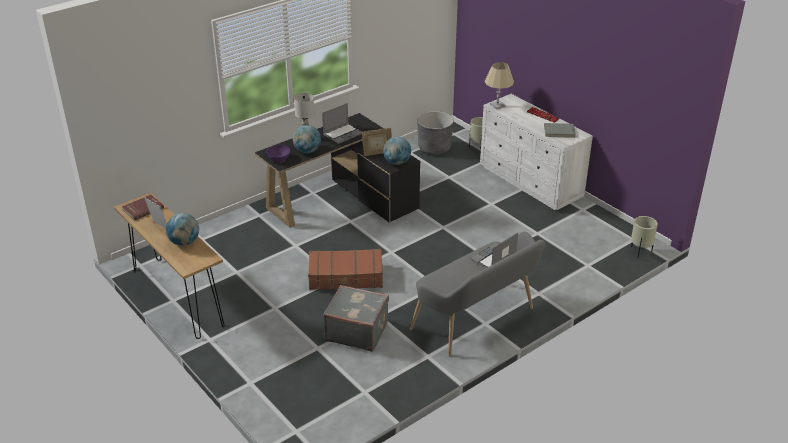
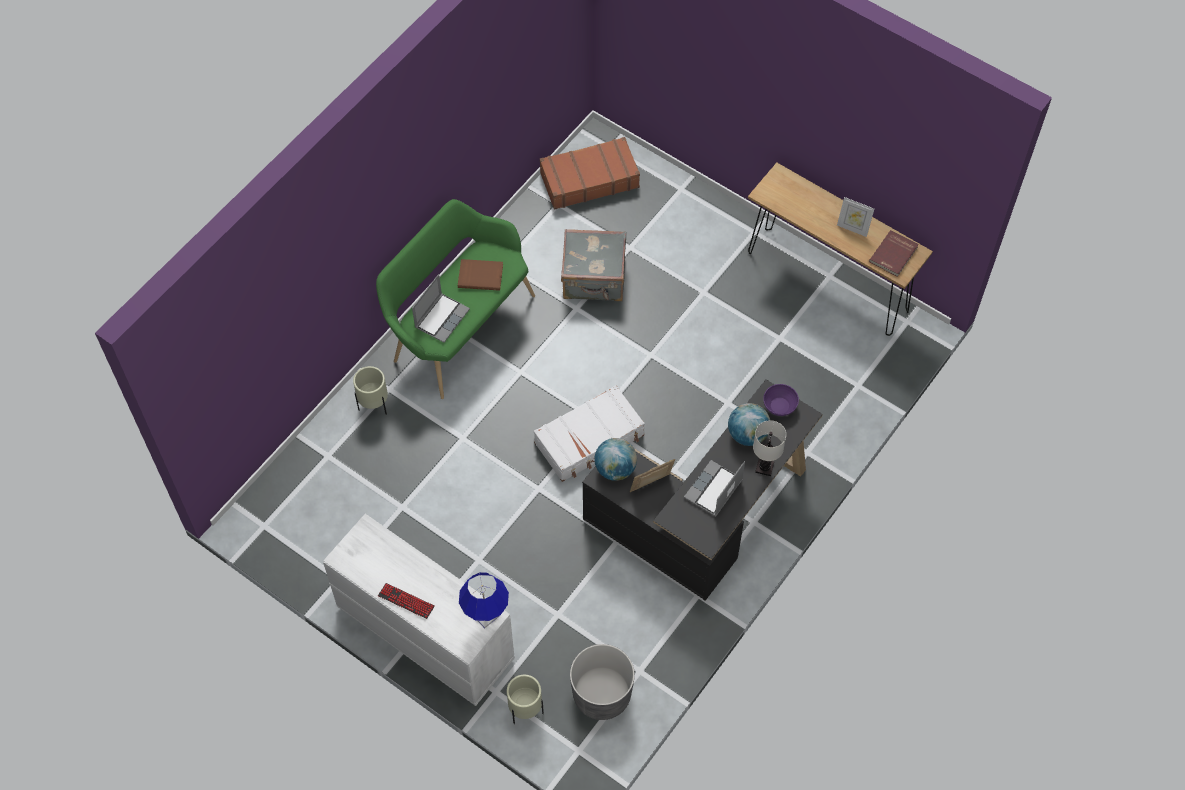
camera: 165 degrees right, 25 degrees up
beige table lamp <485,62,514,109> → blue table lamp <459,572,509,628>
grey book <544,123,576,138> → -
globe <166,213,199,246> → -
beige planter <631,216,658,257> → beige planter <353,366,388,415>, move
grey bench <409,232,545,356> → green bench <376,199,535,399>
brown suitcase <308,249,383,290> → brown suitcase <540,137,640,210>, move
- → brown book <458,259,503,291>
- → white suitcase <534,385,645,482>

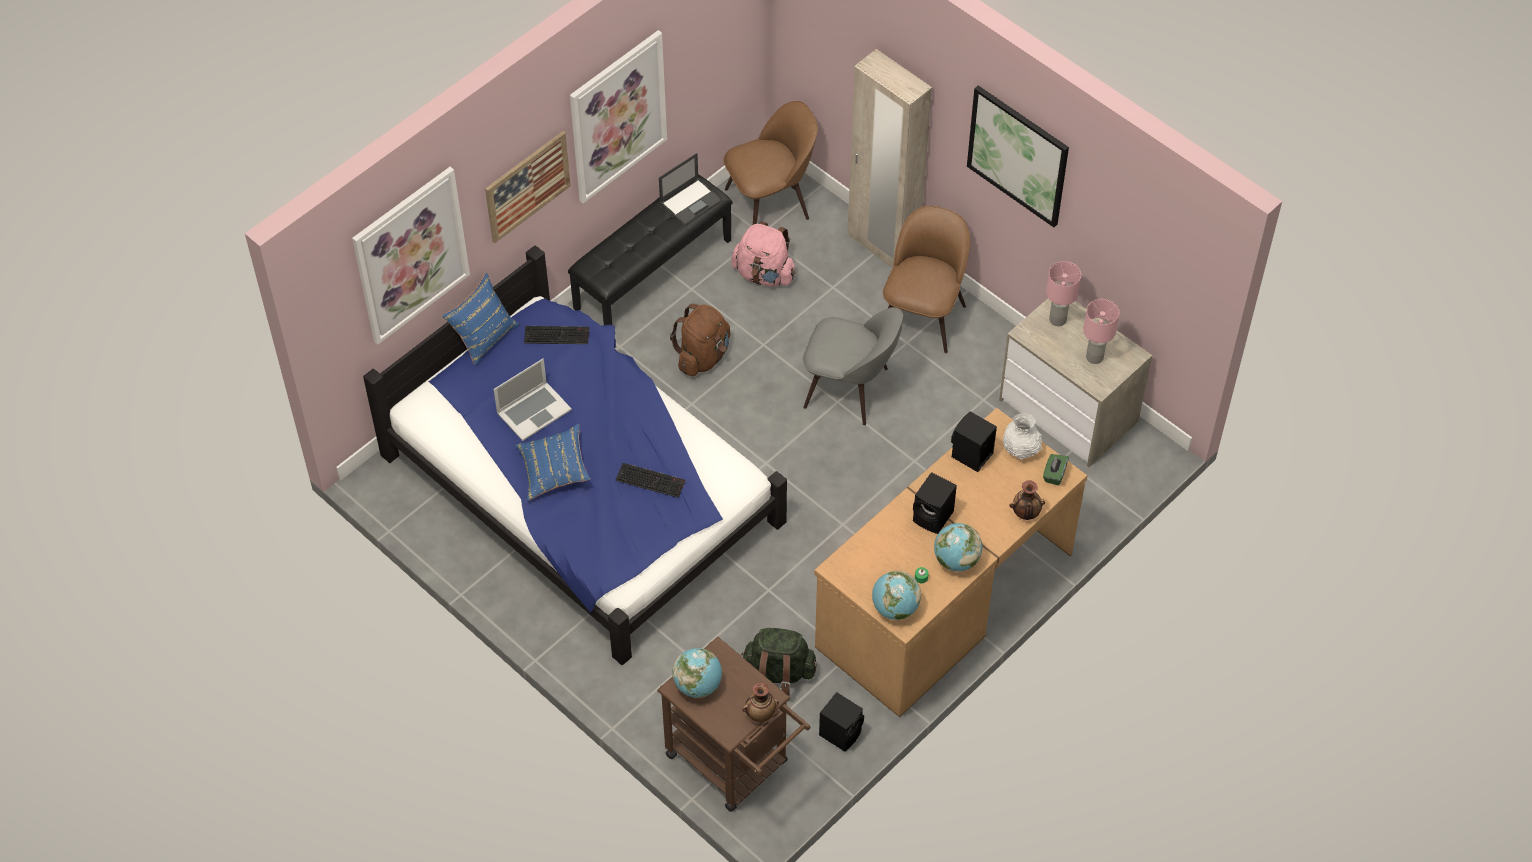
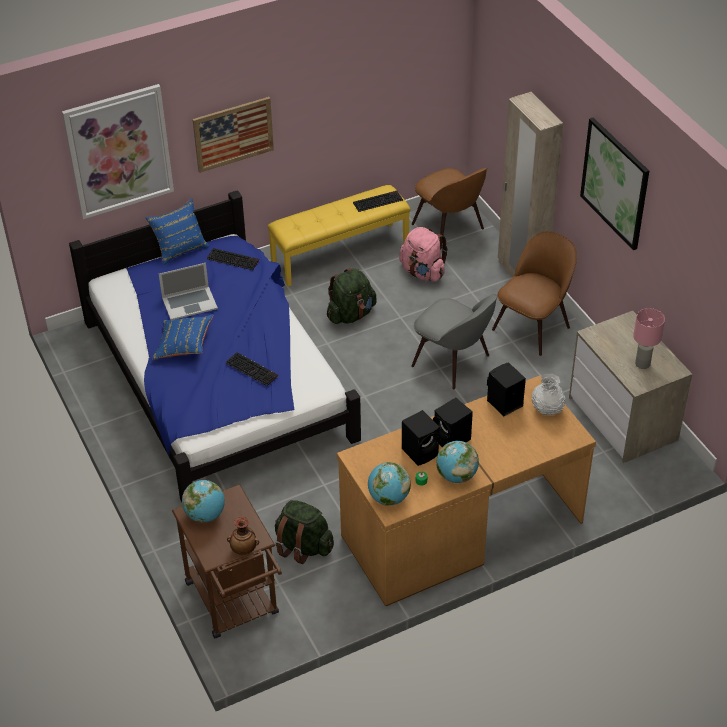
camera: 20 degrees right, 10 degrees down
picture <570,30,667,203> → -
brown chair <723,101,818,225> → brown chair <411,168,487,250>, 60 degrees clockwise
laptop <659,153,722,226> → keyboard <353,191,403,212>
black bench <568,175,733,325> → yellow bench <267,185,411,286>
pink table lamp <1046,261,1081,326> → -
brown backpack <670,304,730,376> → green backpack <327,268,377,324>
green tissue box <1043,454,1069,485> → -
vase <1009,480,1045,520> → -
black speaker <819,692,864,752> → black speaker <402,410,440,466>, move

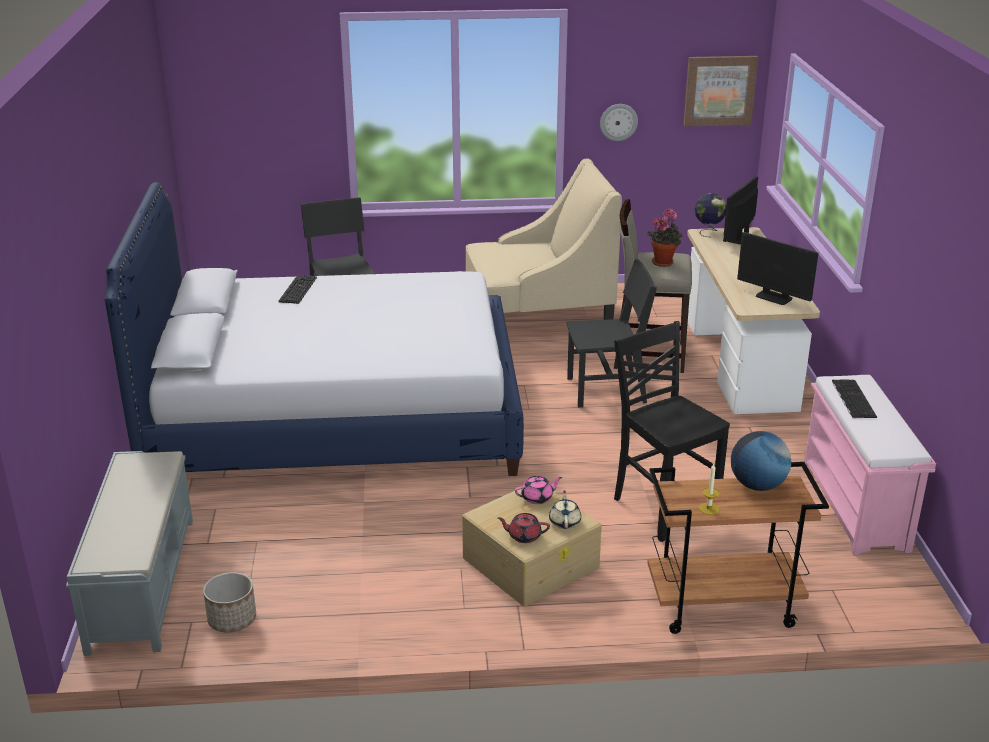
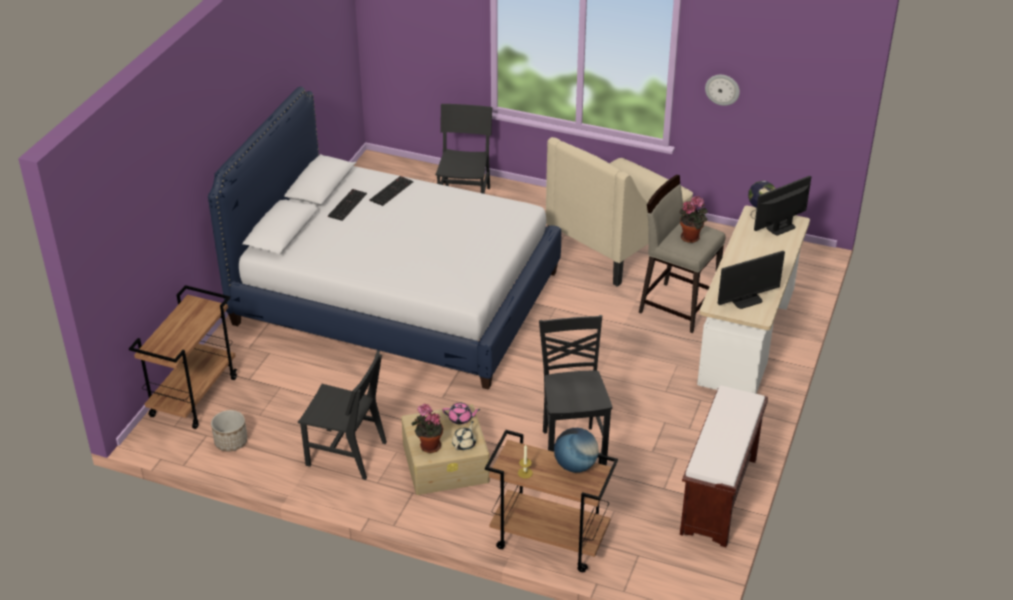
camera: 25 degrees right, 10 degrees up
picture <684,56,758,127> → -
beige armchair <466,158,622,320> → beige armchair <546,137,693,287>, 120 degrees clockwise
monitor <737,232,818,305> → monitor <718,251,785,309>, 90 degrees counterclockwise
black chair <567,259,657,407> → black chair <298,350,387,480>, move
pink bench <804,375,936,556> → brown bench <680,386,768,547>
keyboard <832,380,877,418> → keyboard <328,189,367,221>, move
grey bench <66,451,193,656> → brown cart <129,285,237,429>
red teapot <497,513,550,543> → potted plant <411,404,443,453>

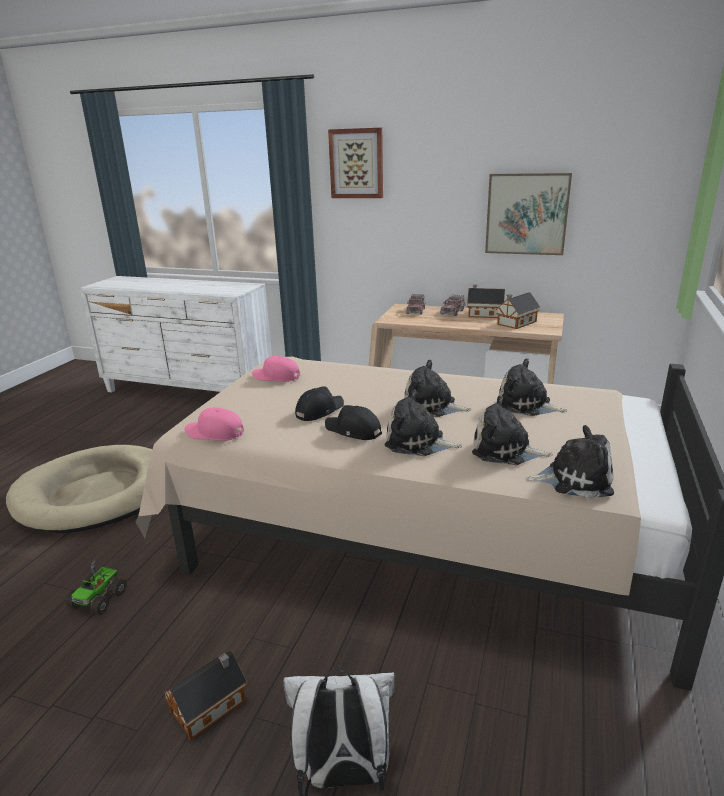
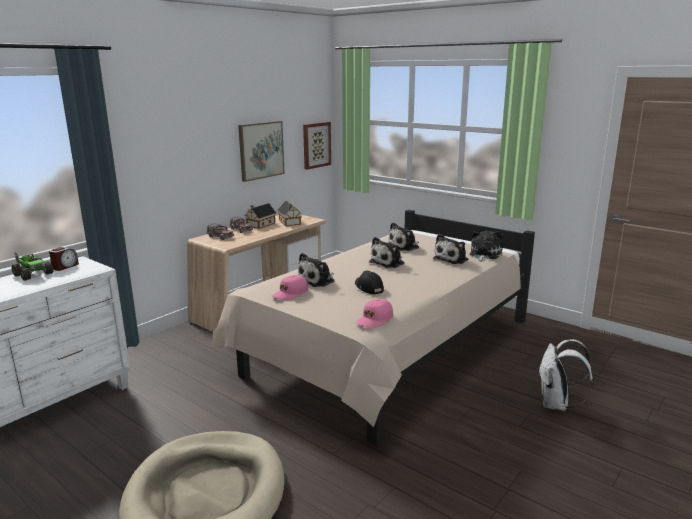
camera: 70 degrees left, 5 degrees down
picture <328,128,383,198> → picture <303,122,331,170>, move
plush toy <385,389,462,456> → plush toy <298,253,335,287>, move
black cap <325,405,382,440> → -
toy truck <65,560,127,615> → toy truck <11,252,53,281>, move
toy house <163,650,247,740> → -
- → alarm clock <49,247,79,271>

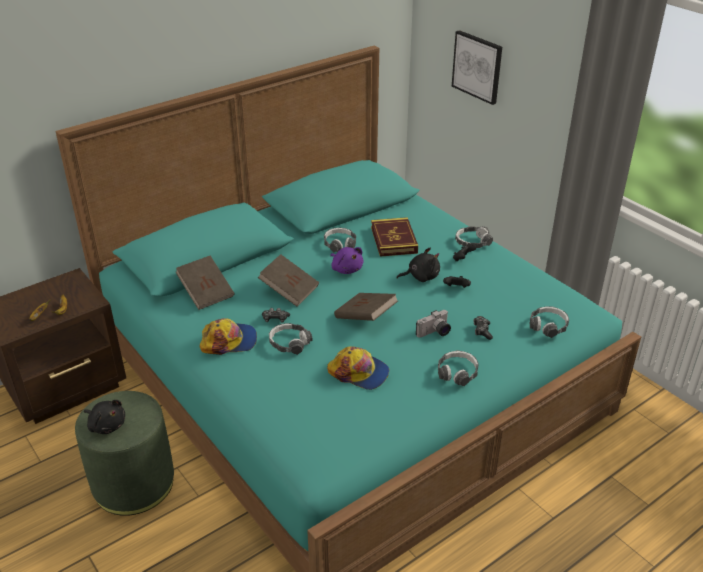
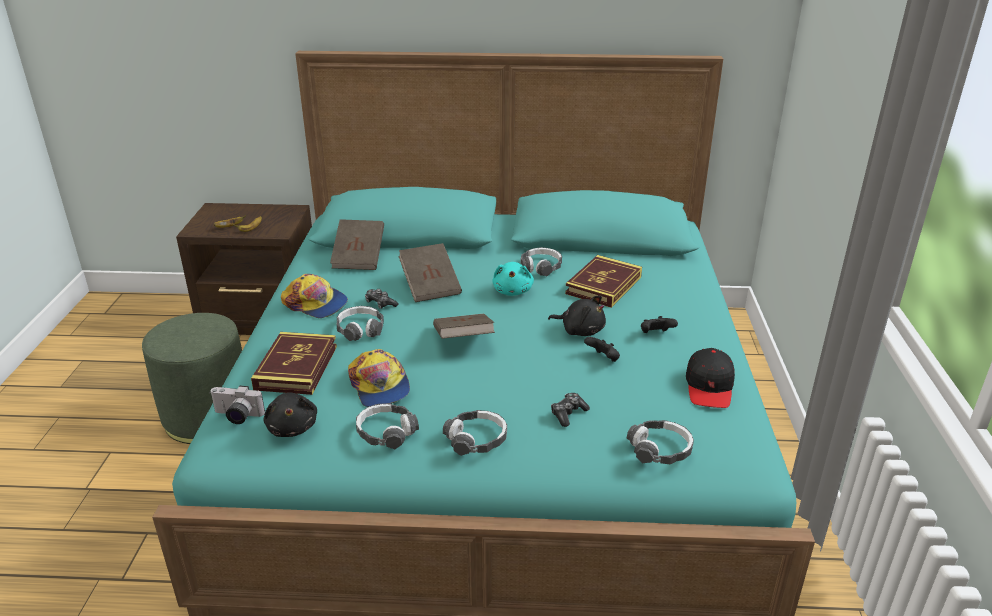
camera: 40 degrees right, 5 degrees down
picture <452,30,502,105> → -
headphones <455,226,493,248> → headphones <356,403,419,449>, move
purple plush toy <330,247,363,274> → turquoise plush toy <492,262,534,296>
photo camera <416,310,451,338> → photo camera <210,385,265,424>, move
black plush toy <84,400,125,434> → black plush toy <263,392,317,437>, move
- → book <251,332,337,395>
- → black cap <686,348,735,408>

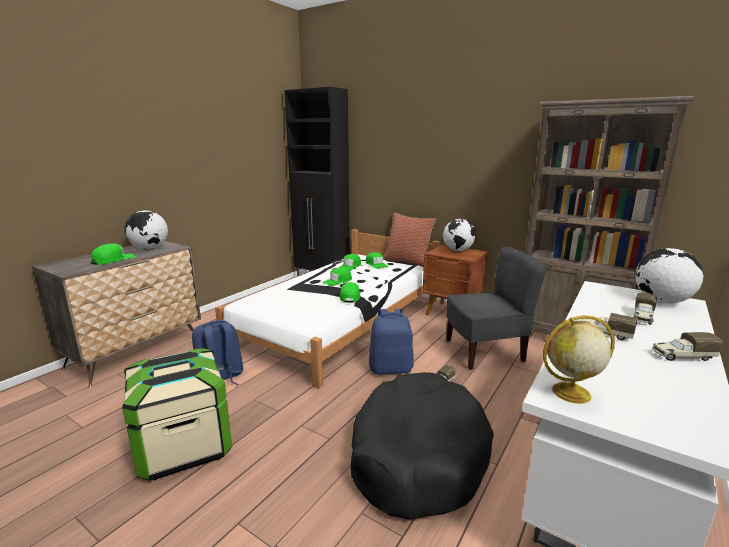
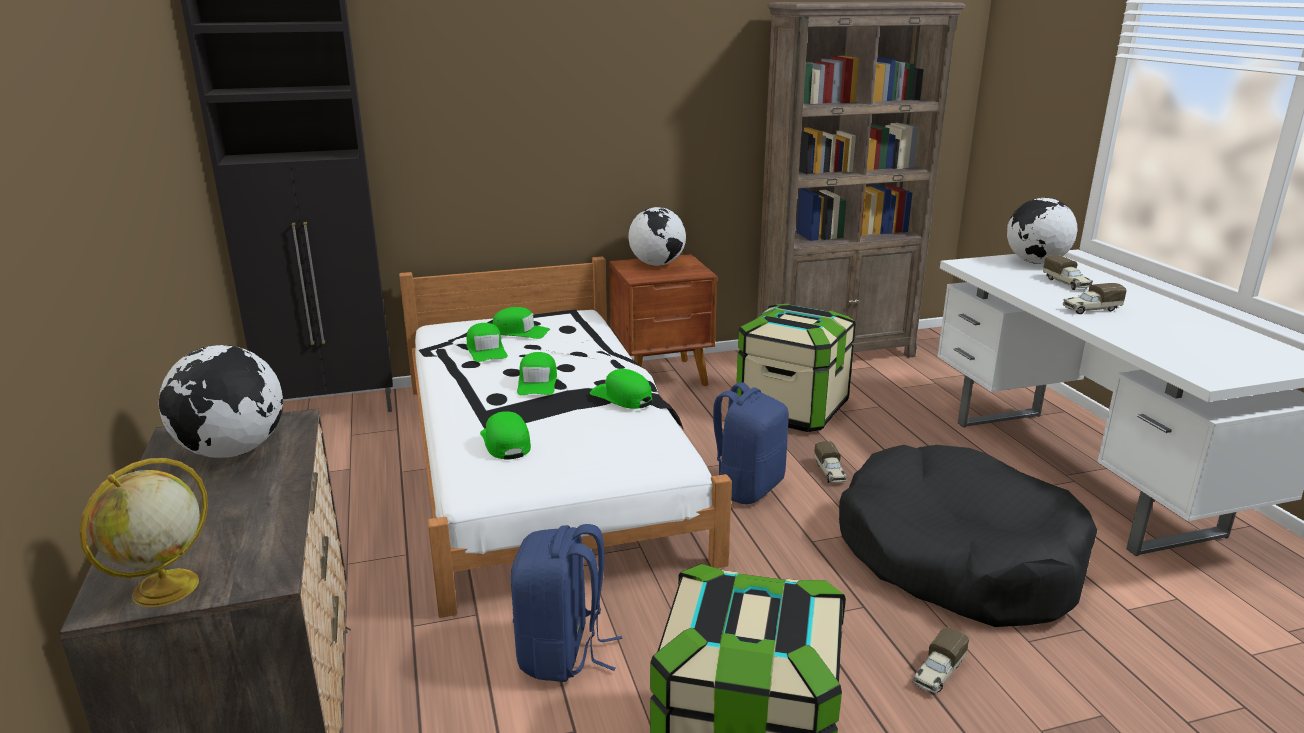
camera: 50 degrees left, 5 degrees up
pillow <383,213,436,267> → -
green cap <91,244,136,265> → green cap <480,411,531,460>, move
grey chair <446,246,547,370> → storage box <736,303,856,432>
globe <543,315,615,404> → globe <79,458,208,607>, move
toy truck <652,332,723,361> → toy truck <912,627,969,693>, move

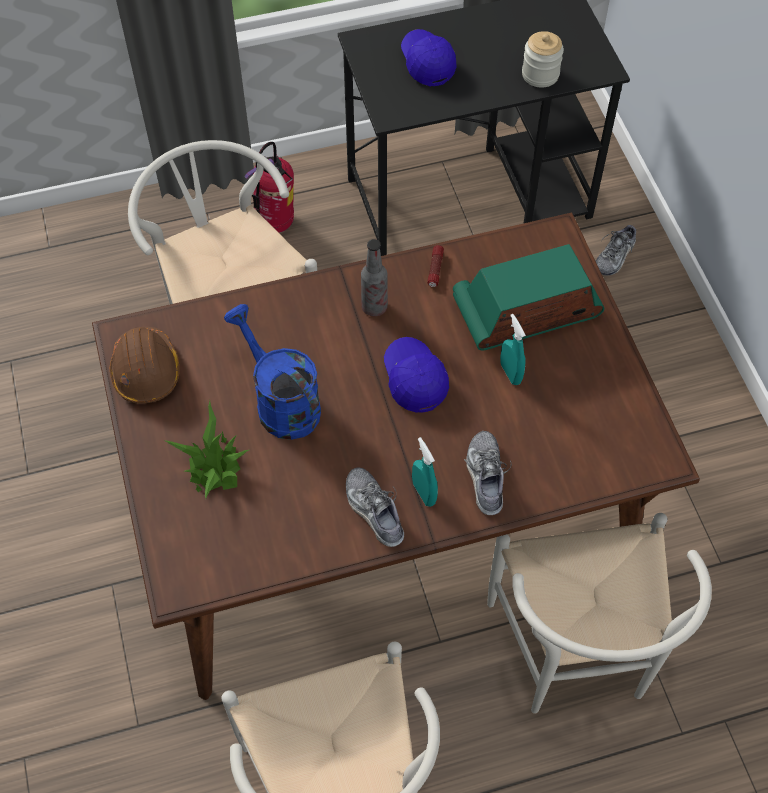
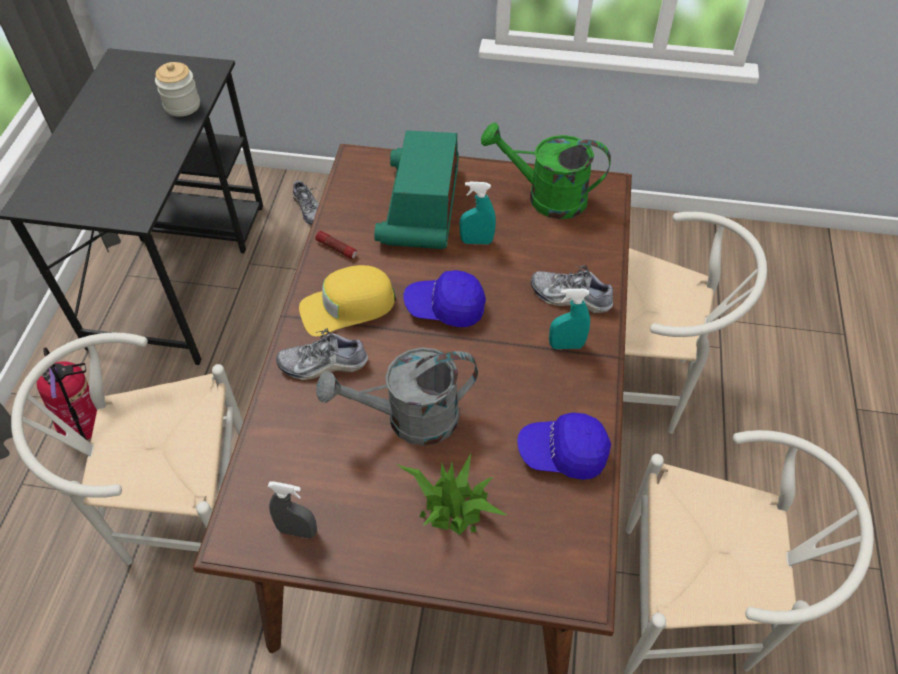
camera: 65 degrees left, 5 degrees down
blue cap <401,29,457,87> → blue cap <517,412,611,480>, move
bottle <361,239,388,316> → yellow cap <299,265,396,336>
blue watering can <224,304,321,440> → grey watering can <316,347,478,446>
brown hard hat <110,327,179,404> → grey spray bottle <267,481,317,539>
shoe <346,467,404,547> → shoe <276,328,368,380>, move
- → green watering can <481,123,611,219>

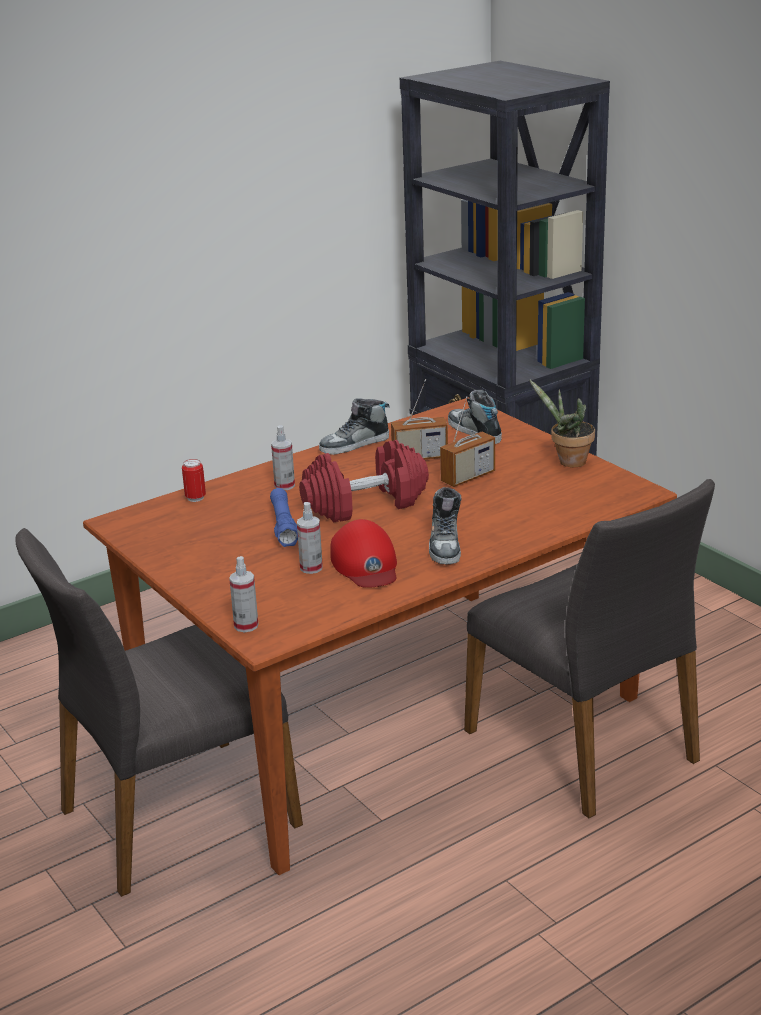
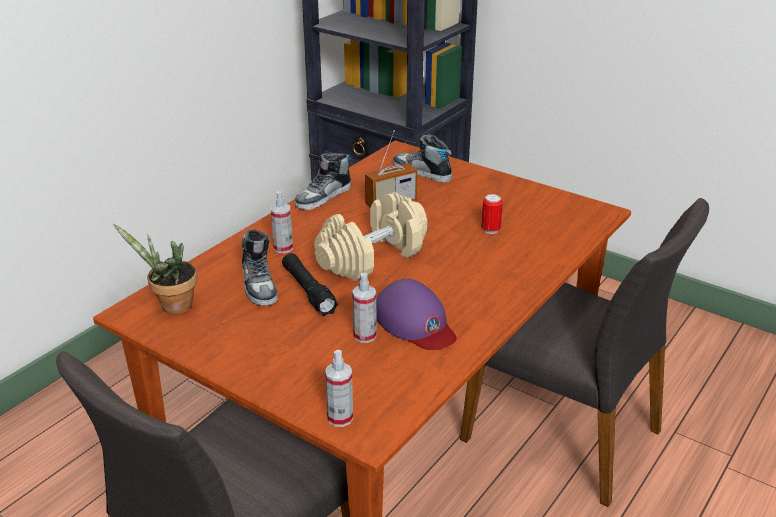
camera: 20 degrees left, 5 degrees up
potted plant <529,379,595,467> → potted plant <113,224,198,314>, move
radio <440,396,495,487> → -
red dumbbell <299,440,429,523> → beige dumbbell <314,192,427,281>
can <182,459,206,502> → can <481,194,503,234>, move
shoe <429,487,462,564> → shoe <242,229,278,306>, move
blue flashlight <270,488,298,547> → black flashlight <282,253,338,316>
red cap <330,519,397,588> → purple cap <376,279,456,350>

